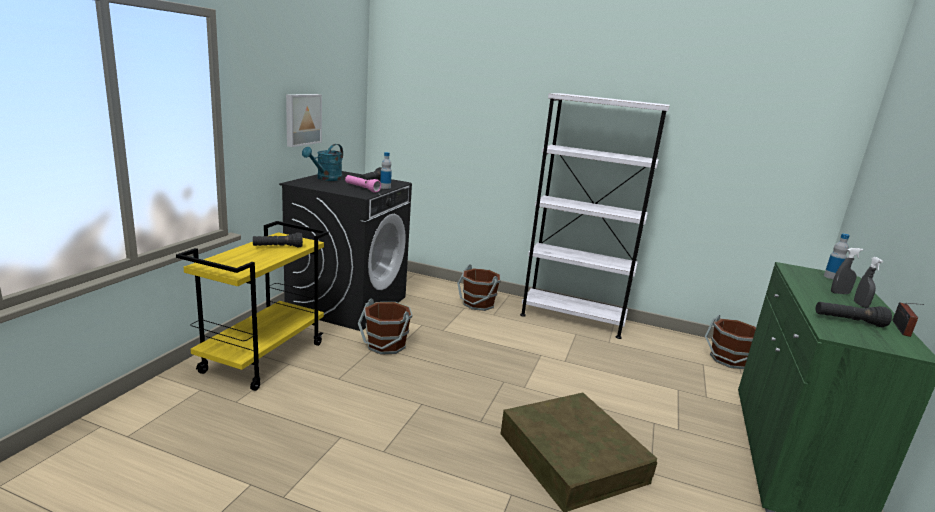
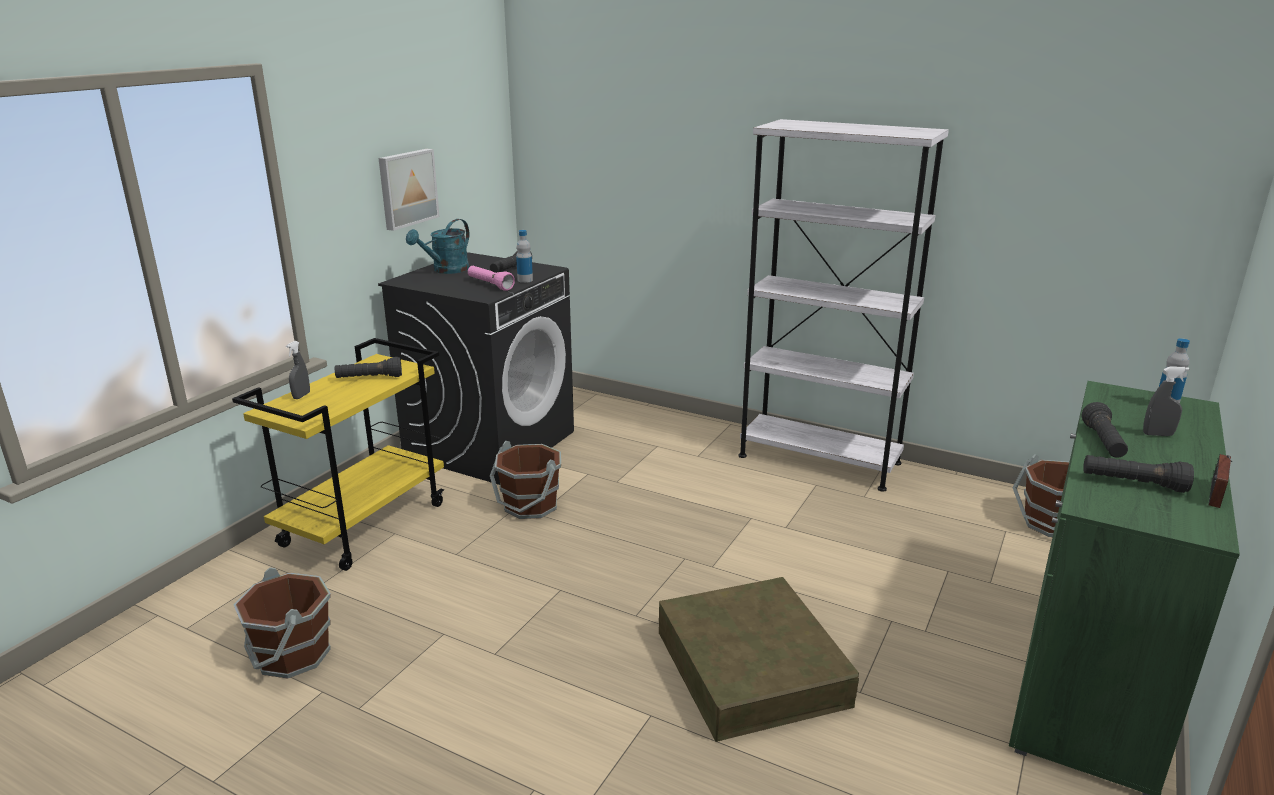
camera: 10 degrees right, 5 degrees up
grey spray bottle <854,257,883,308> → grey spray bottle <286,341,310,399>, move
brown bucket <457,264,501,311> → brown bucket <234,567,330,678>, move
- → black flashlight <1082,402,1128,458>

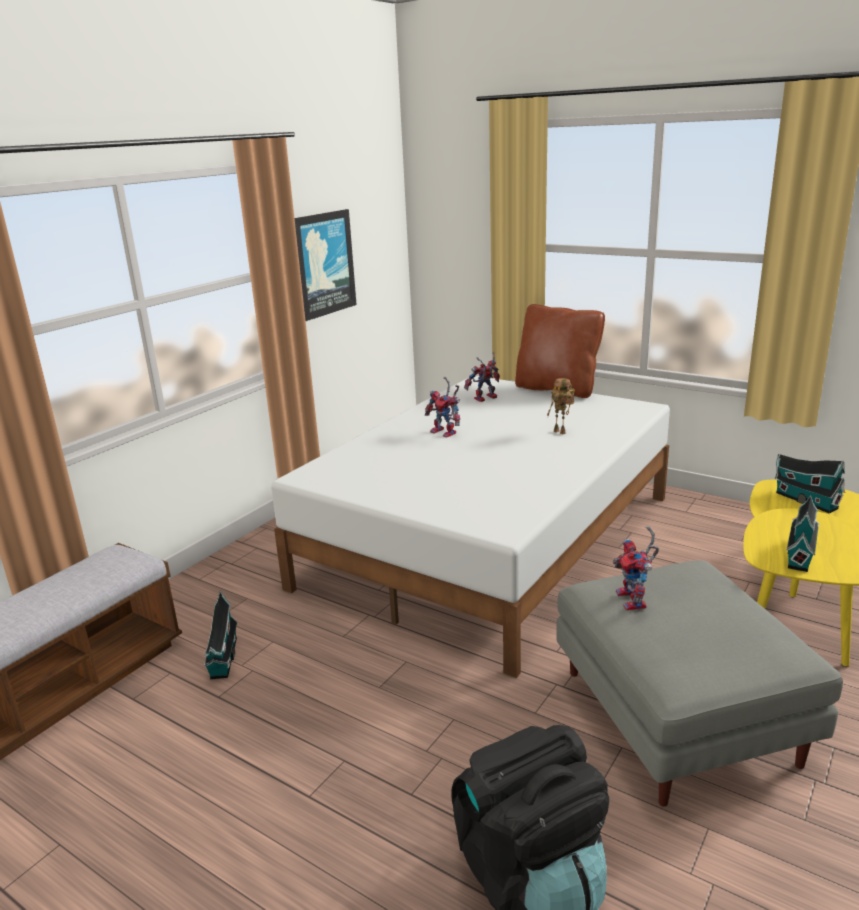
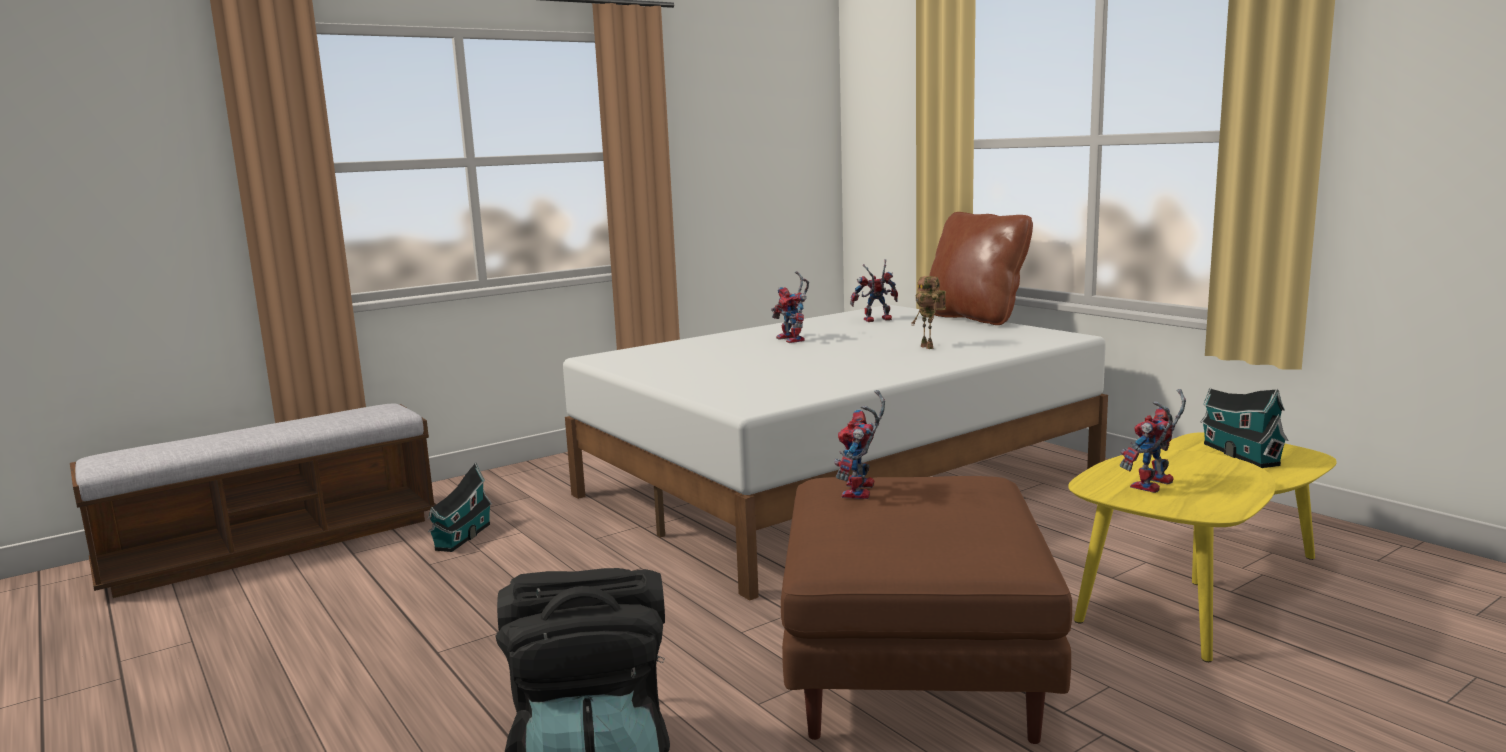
camera: 20 degrees right, 10 degrees down
picture <294,209,357,321> → -
toy house <786,495,819,572> → toy robot <1120,389,1186,493>
grey ottoman <556,560,843,807> → brown ottoman <781,476,1072,744>

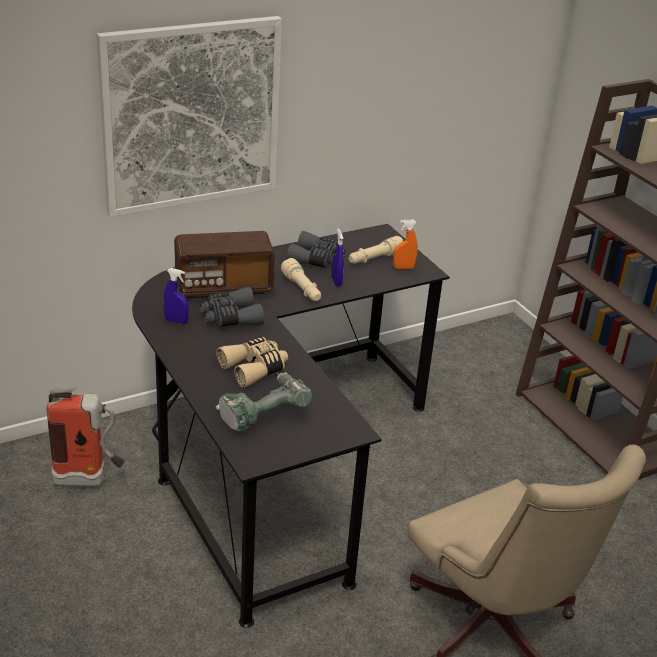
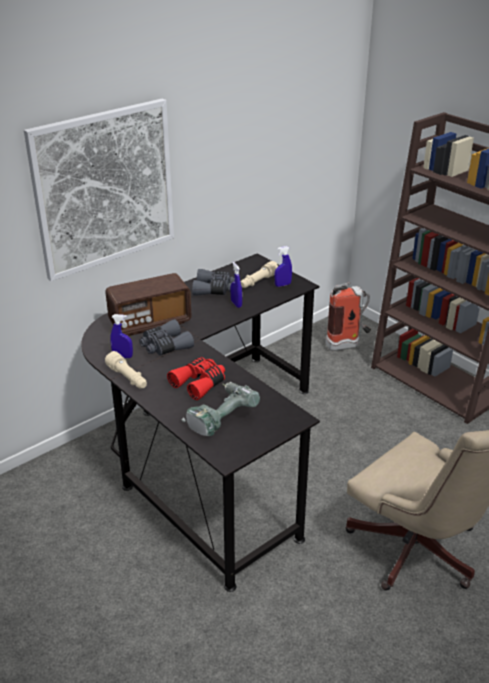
camera: 10 degrees left, 0 degrees up
orange spray bottle <393,220,418,269> → blue spray bottle <274,246,292,287>
beige flashlight <281,258,321,301> → beige flashlight <105,351,147,389>, move
beige binoculars <216,337,288,387> → red binoculars <167,357,225,400>
fire extinguisher <47,388,125,487> → fire extinguisher <326,282,371,351>, move

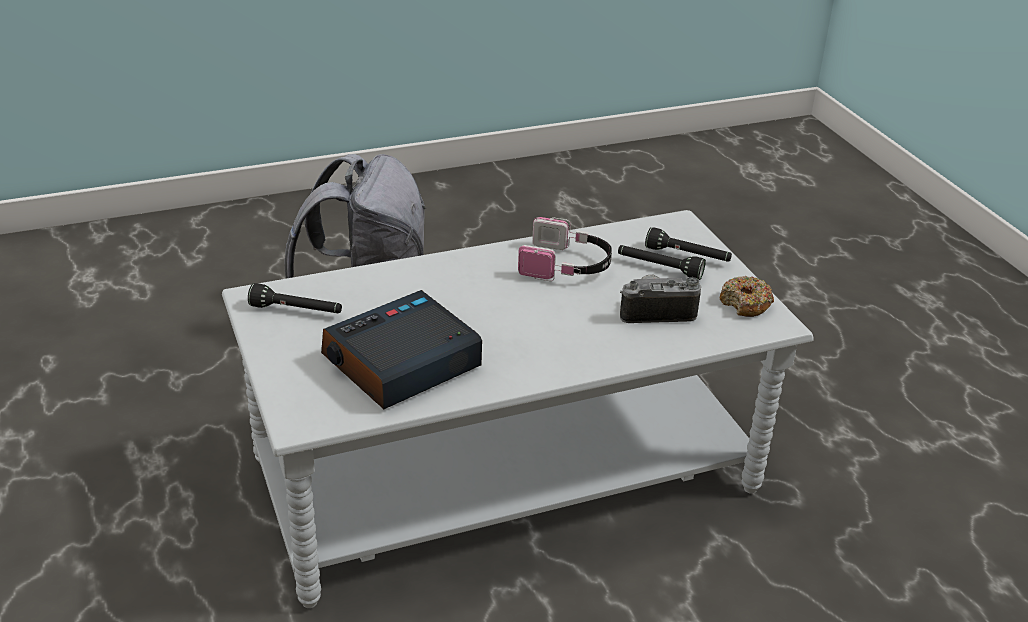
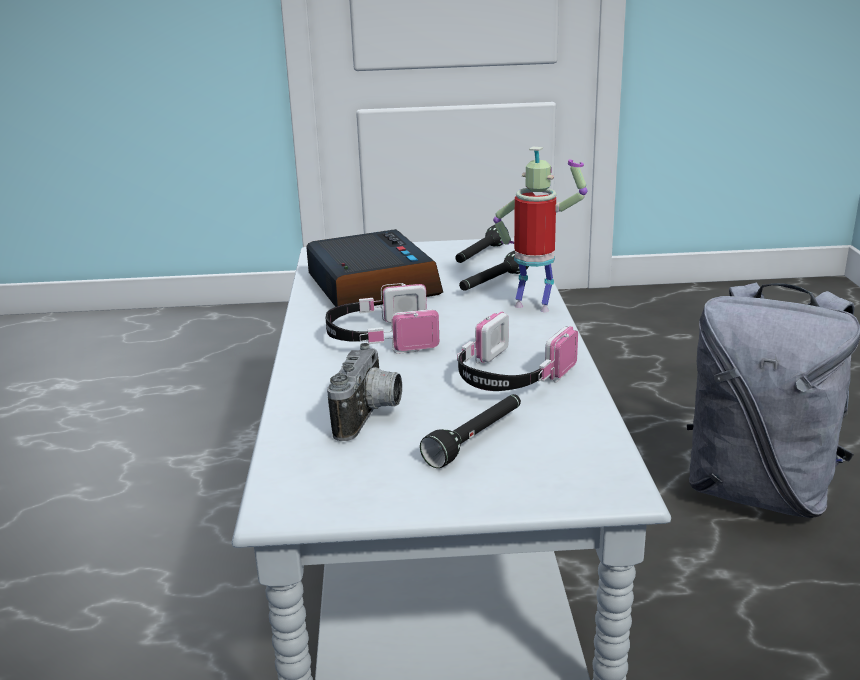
camera: 110 degrees right, 10 degrees down
black flashlight <645,227,732,262> → black flashlight <459,251,529,291>, move
donut <720,276,774,317> → -
- → toy robot <493,147,588,312>
- → headphones <326,283,439,354>

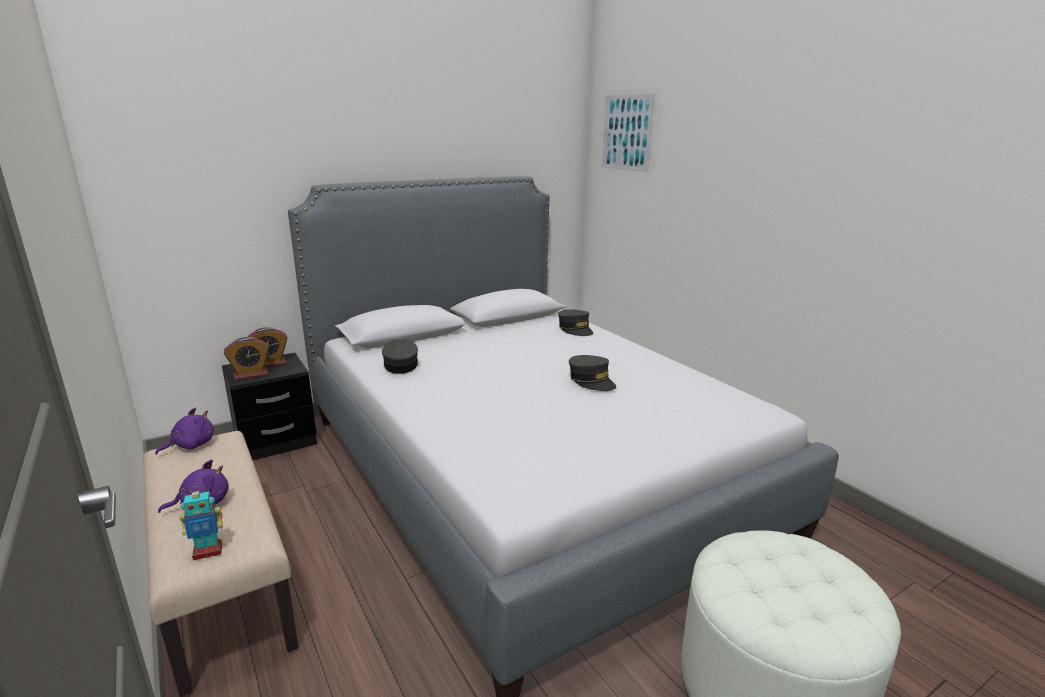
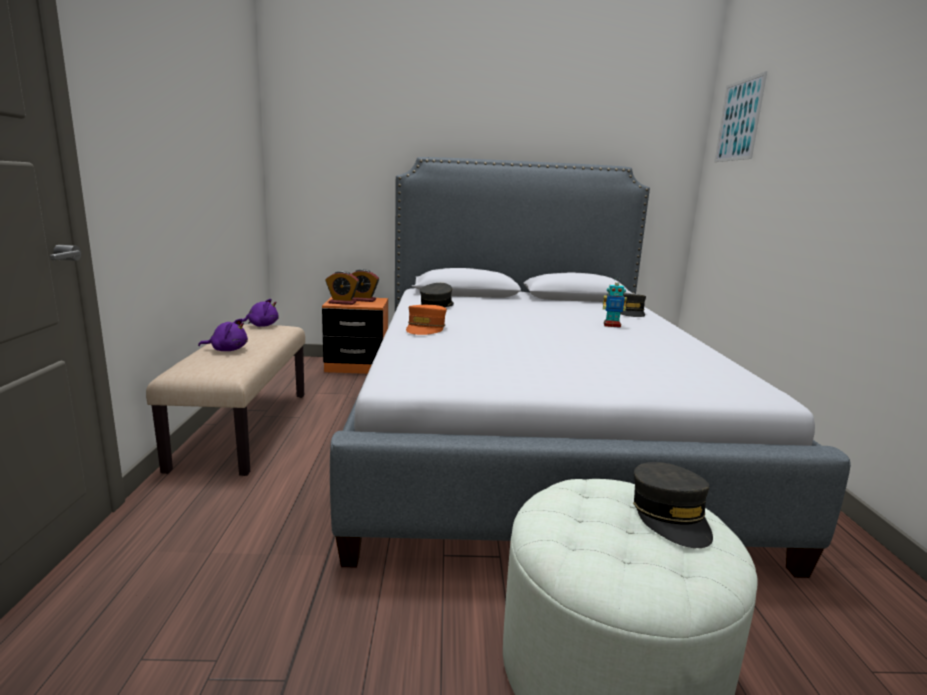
camera: 30 degrees right, 5 degrees down
black nightstand <222,353,317,460> → orange nightstand <322,297,388,374>
grey cap <569,355,616,391> → grey cap <633,462,713,548>, move
toy robot <180,486,223,560> → toy robot <603,282,627,328>, move
- → orange cap <406,305,447,335>

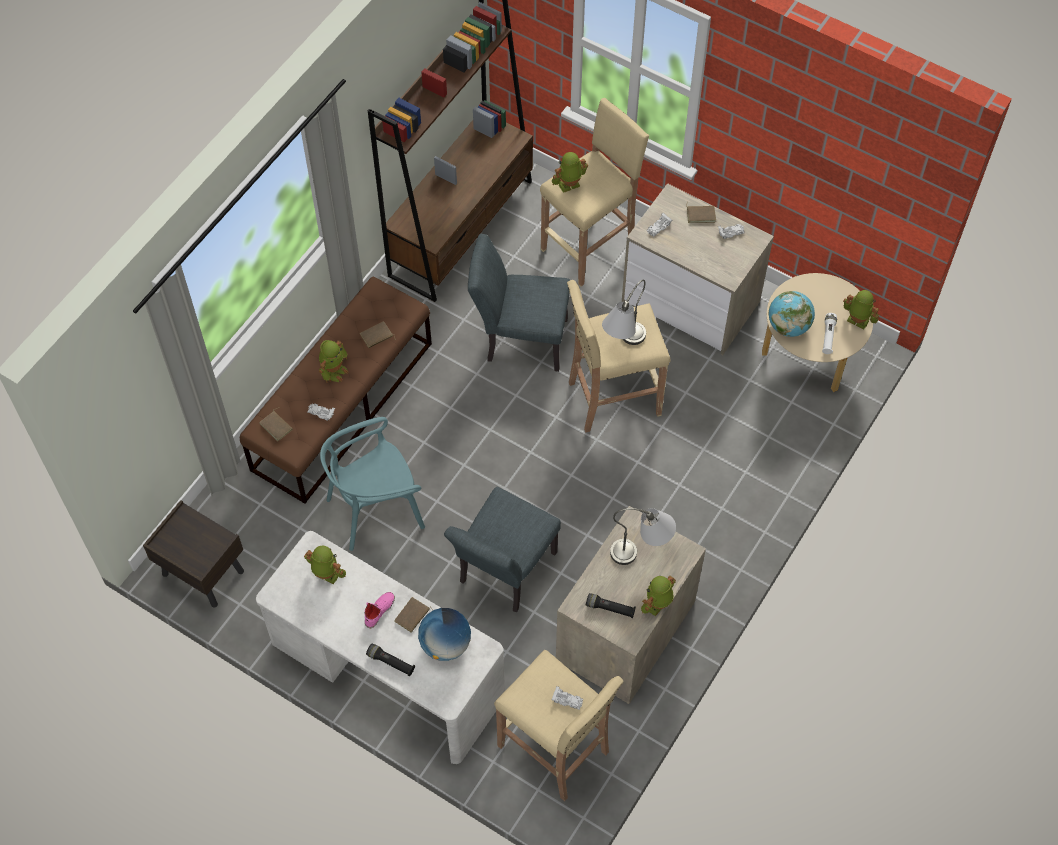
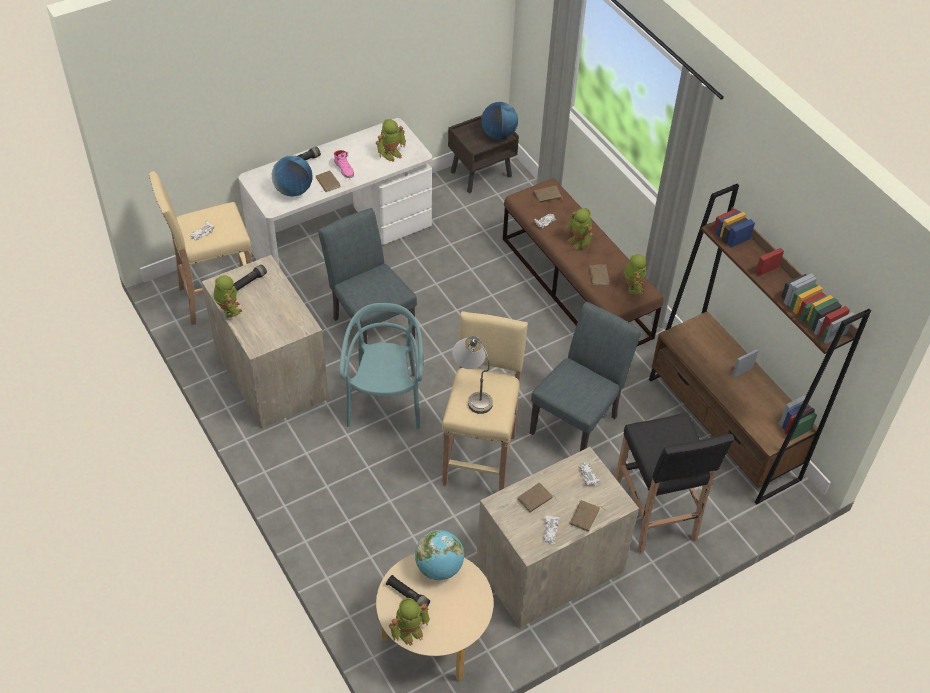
camera: 115 degrees right, 10 degrees down
beige stool <540,98,649,286> → black stool <615,413,734,554>
toy robot <552,152,588,193> → toy robot <624,254,647,295>, move
white flashlight <822,313,837,354> → black flashlight <386,575,430,607>
turquoise chair <320,417,425,551> → turquoise chair <340,303,423,429>, move
grey table lamp <610,508,676,565> → -
- → globe <481,102,518,139>
- → brown book <517,482,557,512>

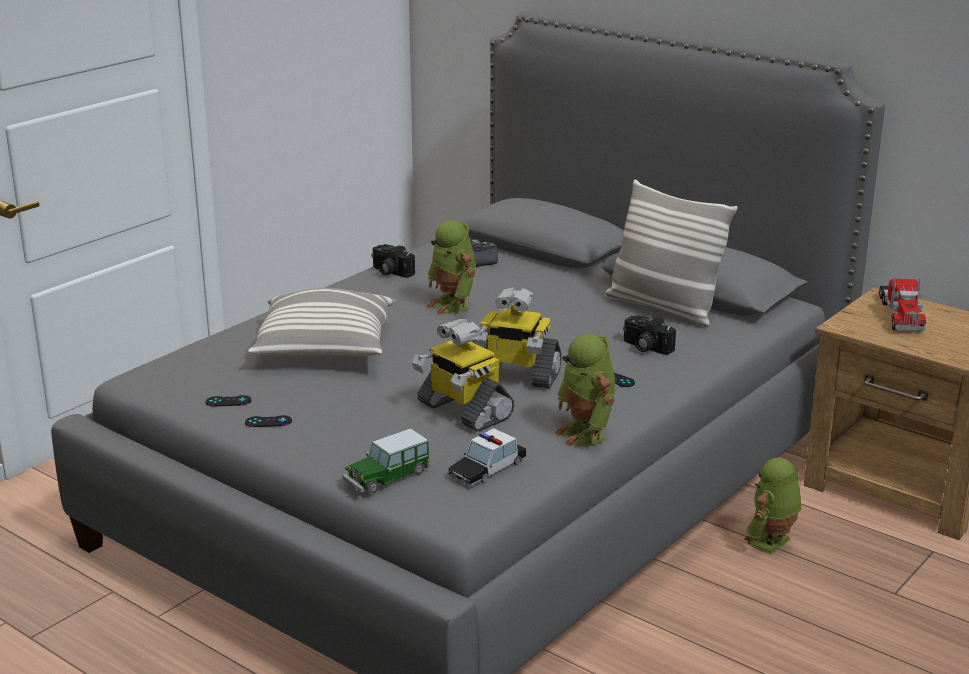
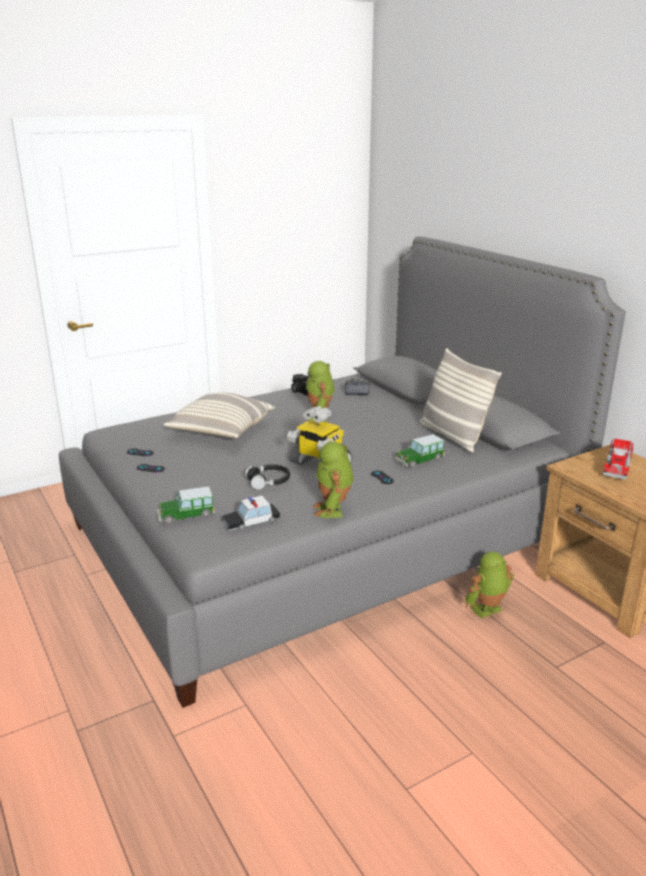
camera: 20 degrees right, 0 degrees up
photo camera <623,315,676,355> → toy car <395,434,445,468>
toy robot <412,319,514,432> → black headphones <245,464,290,490>

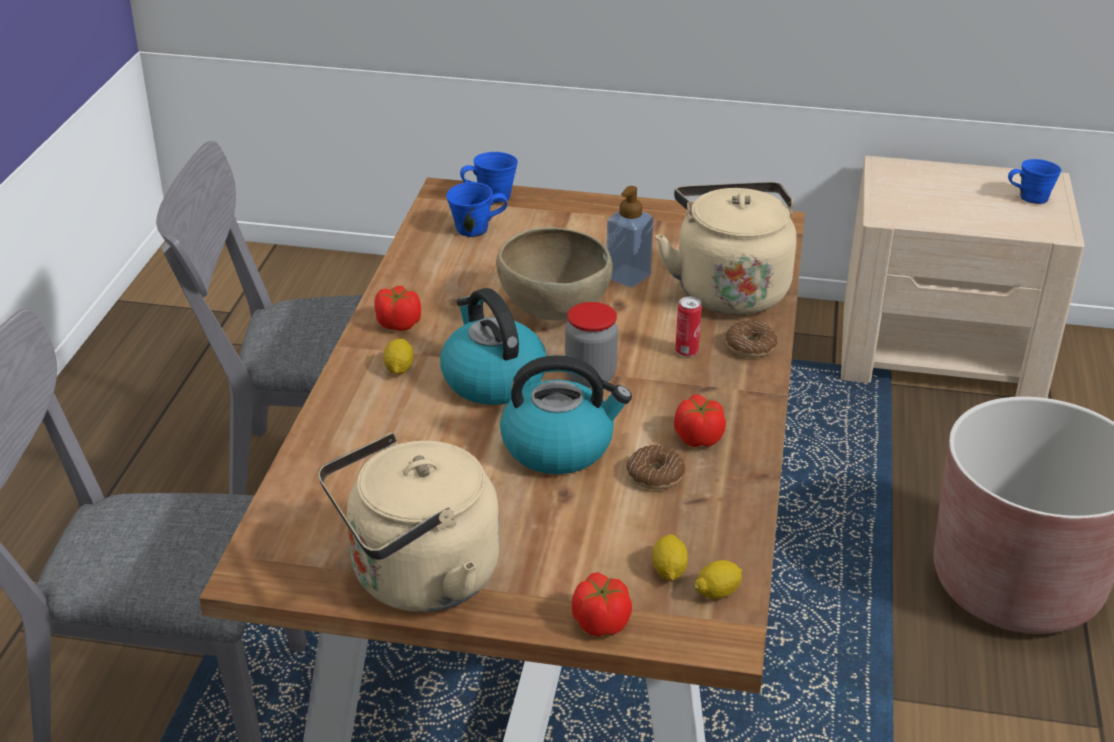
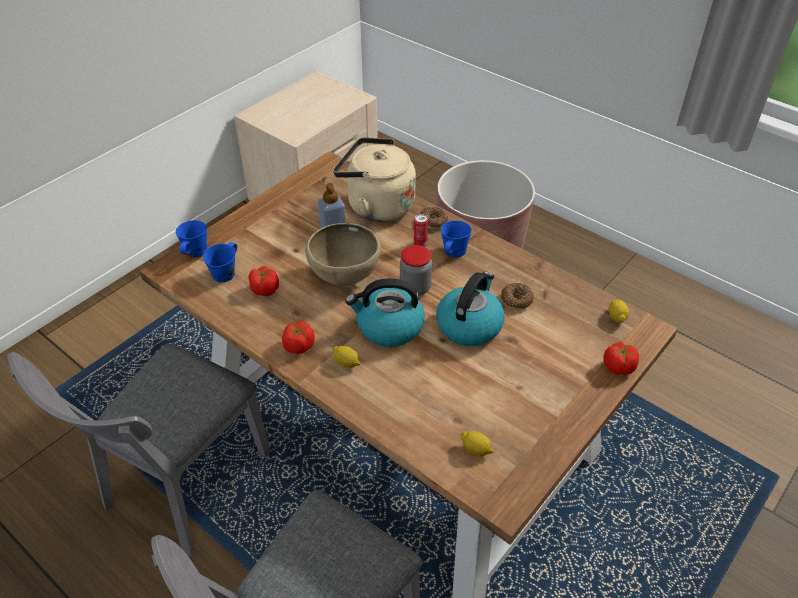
camera: 60 degrees left, 10 degrees up
blue mug <1008,159,1061,204> → blue mug <441,220,472,258>, move
tomato <674,394,726,447> → tomato <249,266,279,296>, move
beige kettle <318,433,499,612> → -
lemon <652,534,688,581> → lemon <461,431,494,456>, move

